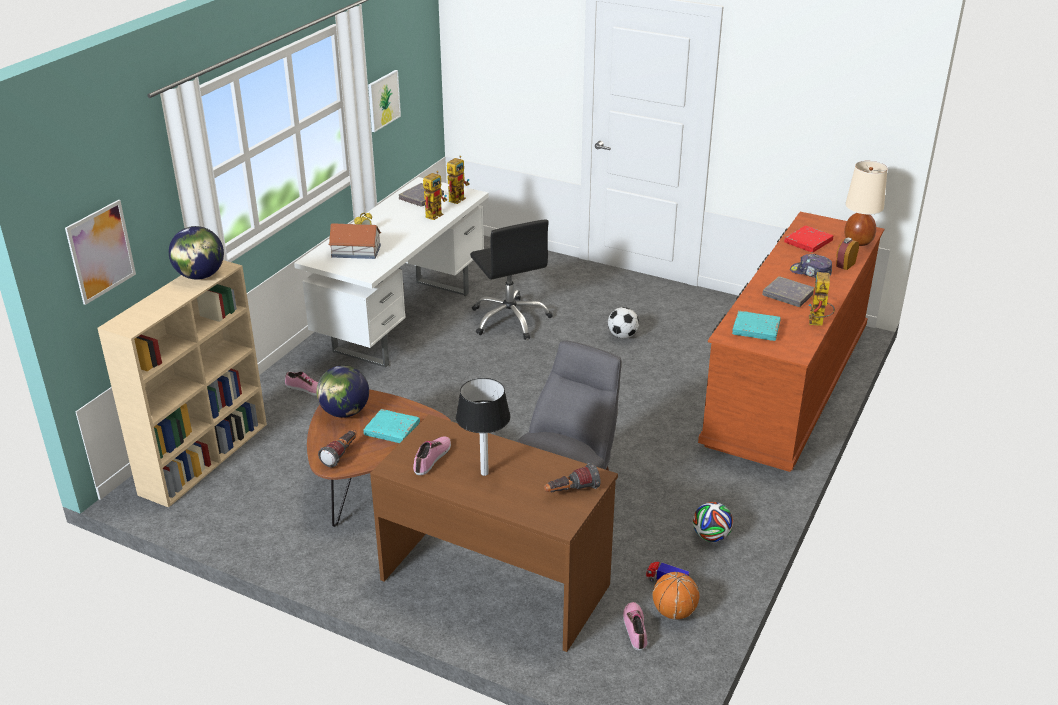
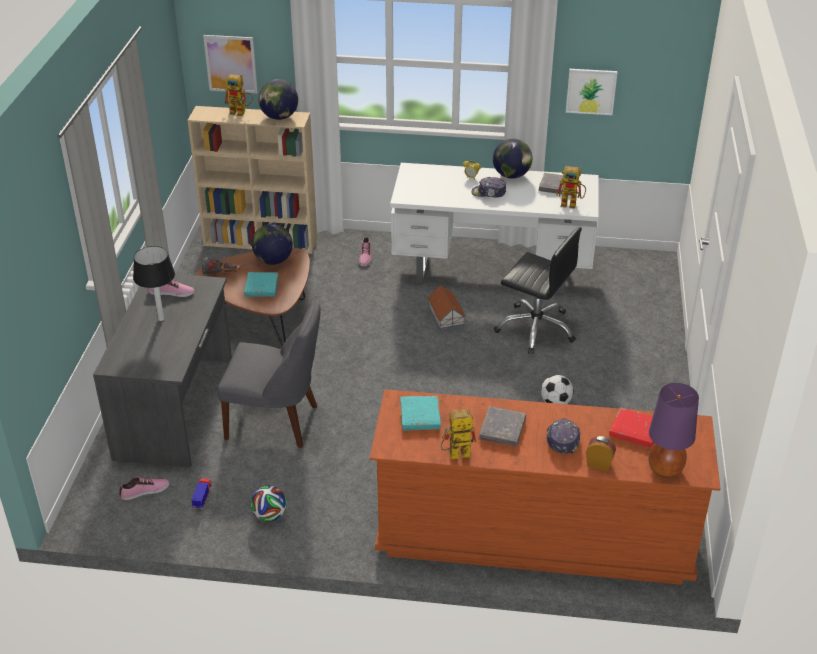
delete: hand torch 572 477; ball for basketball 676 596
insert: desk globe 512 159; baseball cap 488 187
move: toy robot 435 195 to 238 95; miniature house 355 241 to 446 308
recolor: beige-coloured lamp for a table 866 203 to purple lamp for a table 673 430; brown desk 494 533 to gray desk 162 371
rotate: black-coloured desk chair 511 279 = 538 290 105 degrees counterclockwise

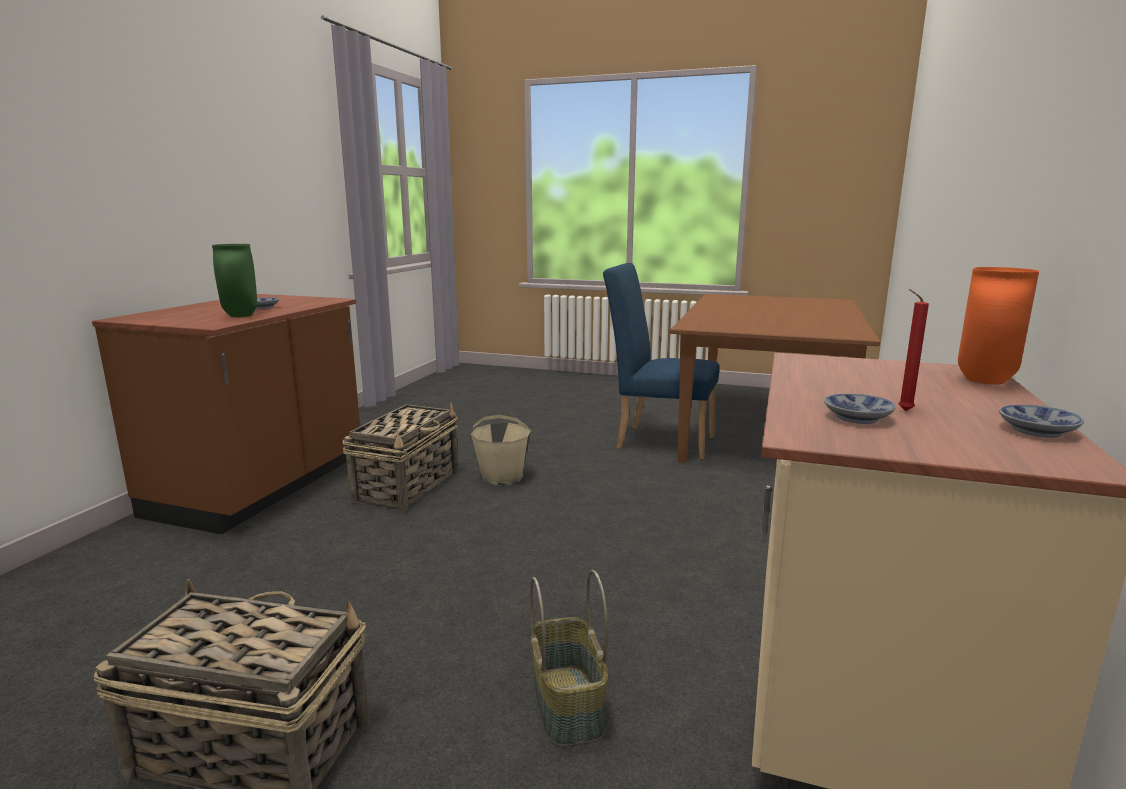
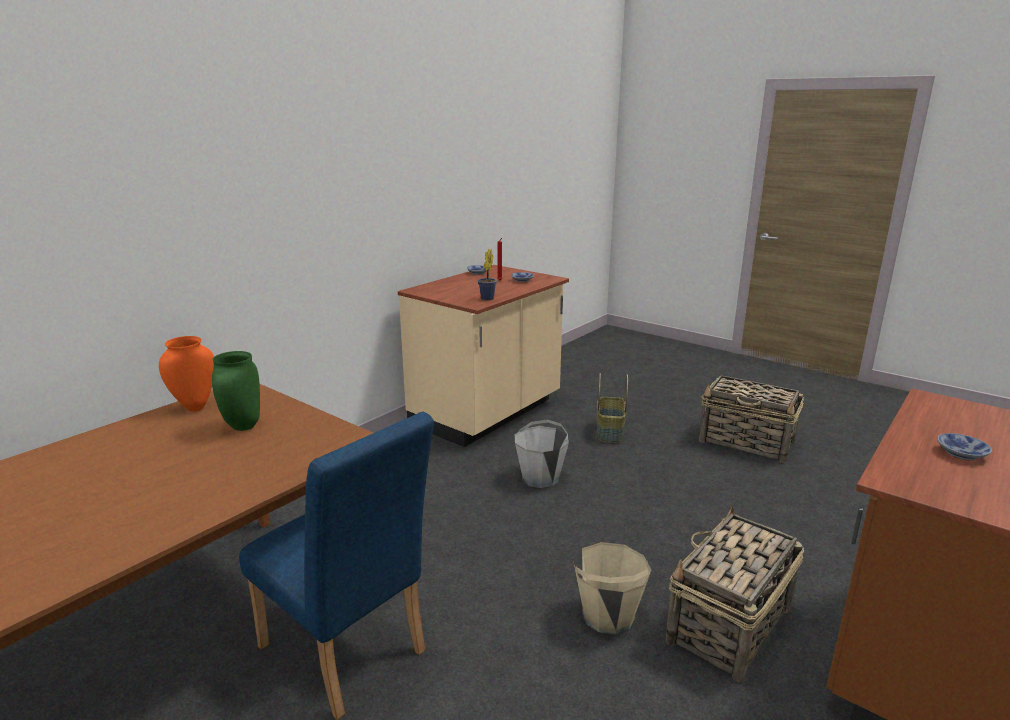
insert: potted plant 487 275; gray bucket 542 454
move: green flower vase 234 280 to 236 391; orangey flower vase 998 326 to 186 374

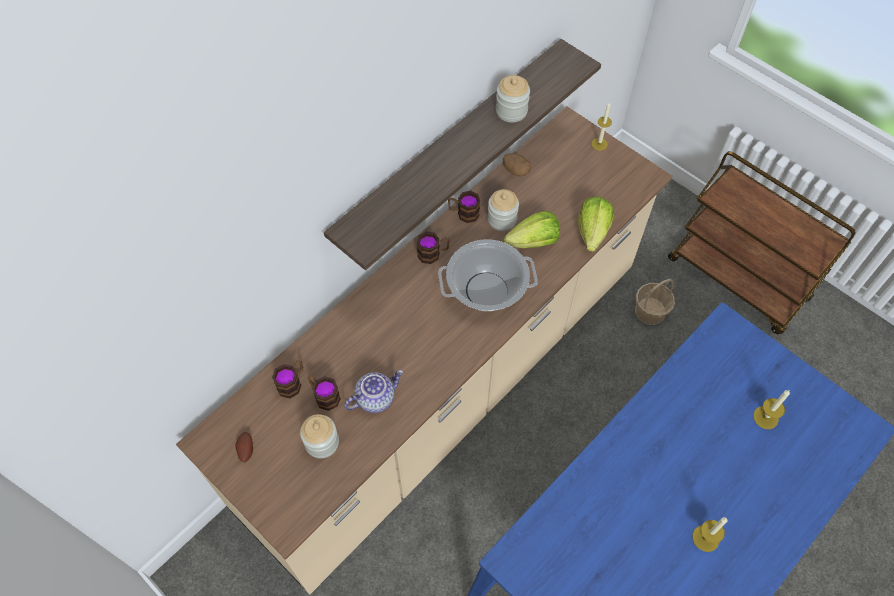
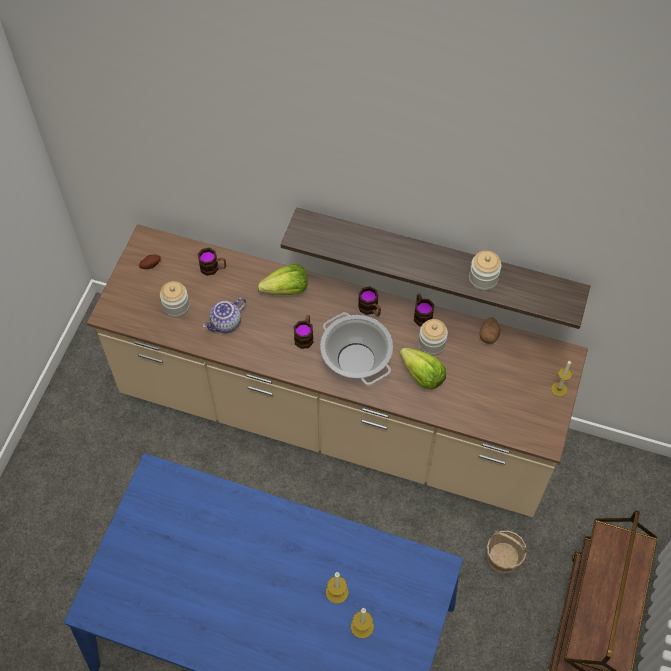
move: lettuce head 596 224 to 282 279; mug 324 393 to 304 332; candle 709 534 to 337 588
rotate: pot for tea 373 391 = 224 315 105 degrees clockwise

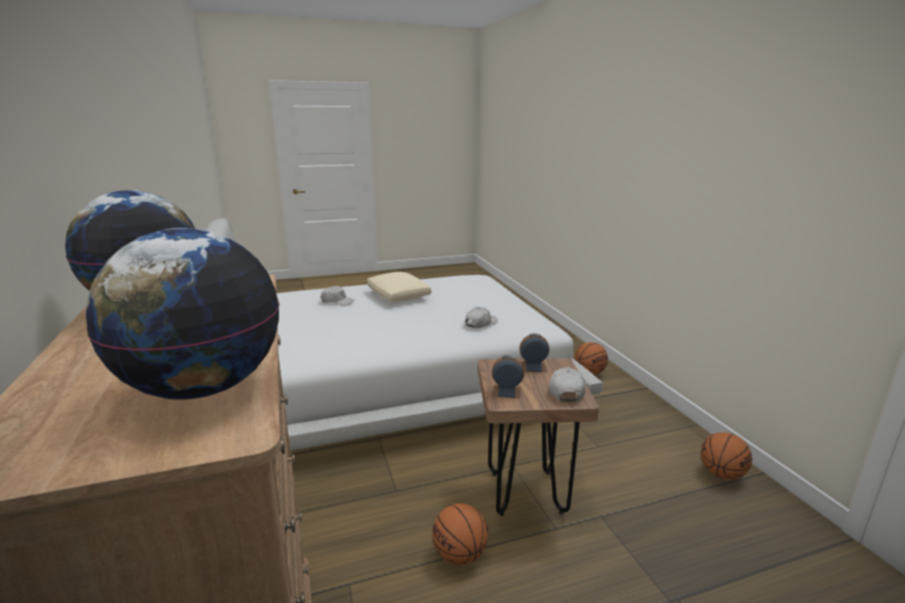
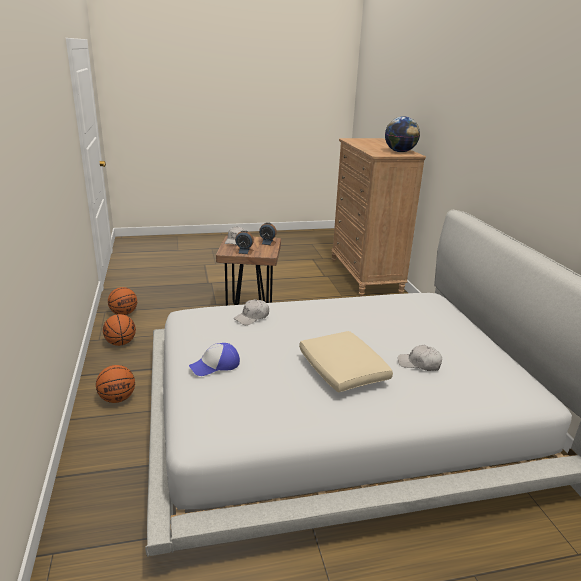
delete: desk globe 182 314
insert: baseball cap 214 359
move: ball for basketball 460 534 to 119 330

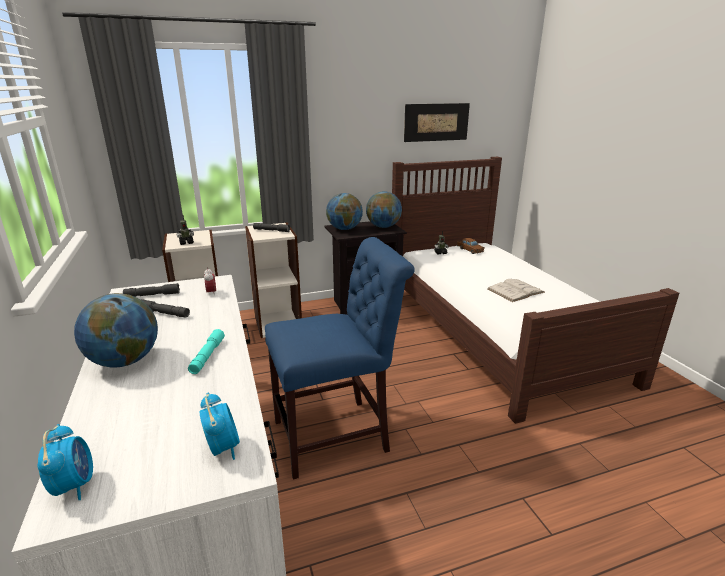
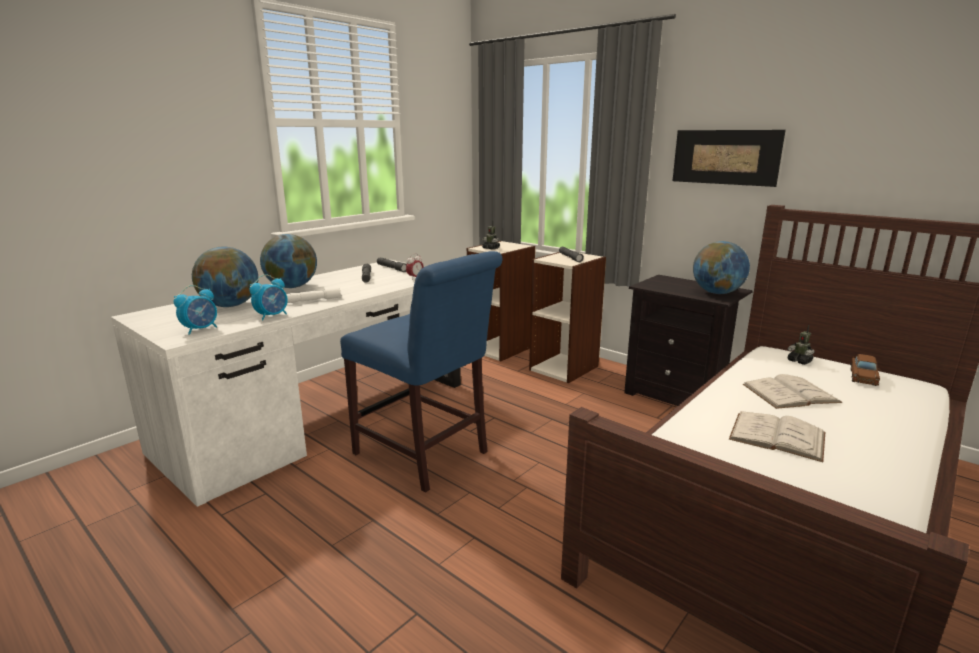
insert: white-coloured volume 792 391
move: wall picture 437 122 to 729 158; desk globe 344 211 to 225 276; bedside clock 65 462 to 268 297
recolor: blue-green hand torch 206 351 to white-coloured hand torch 313 295

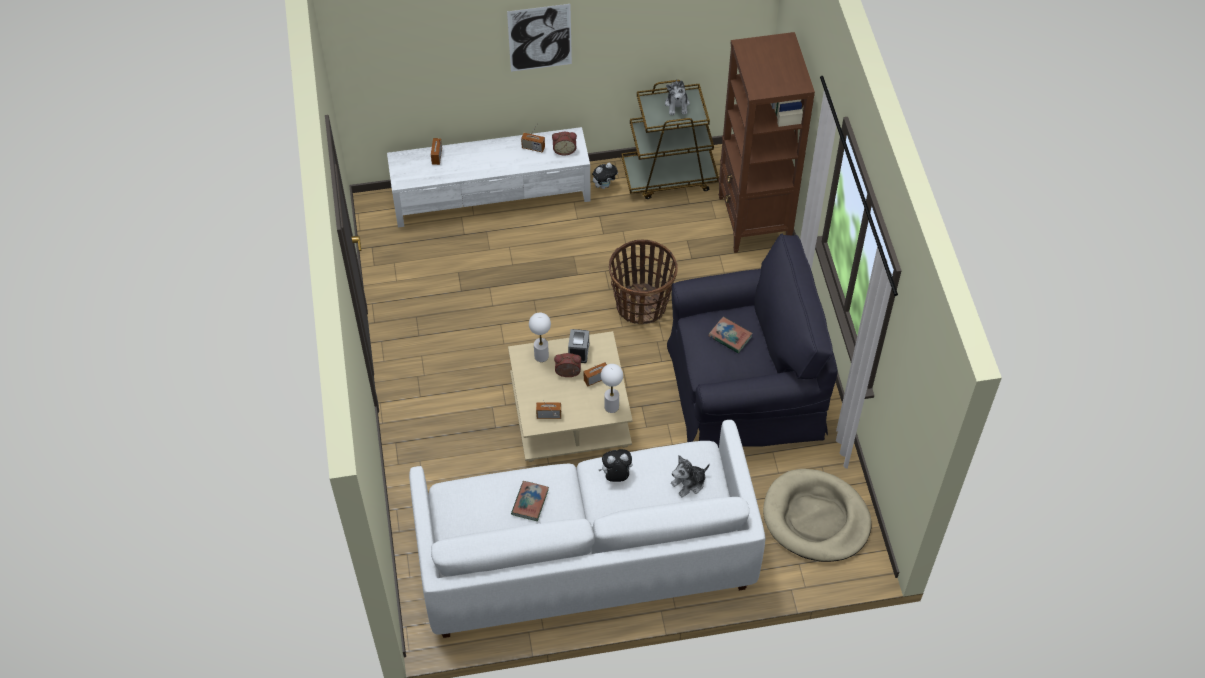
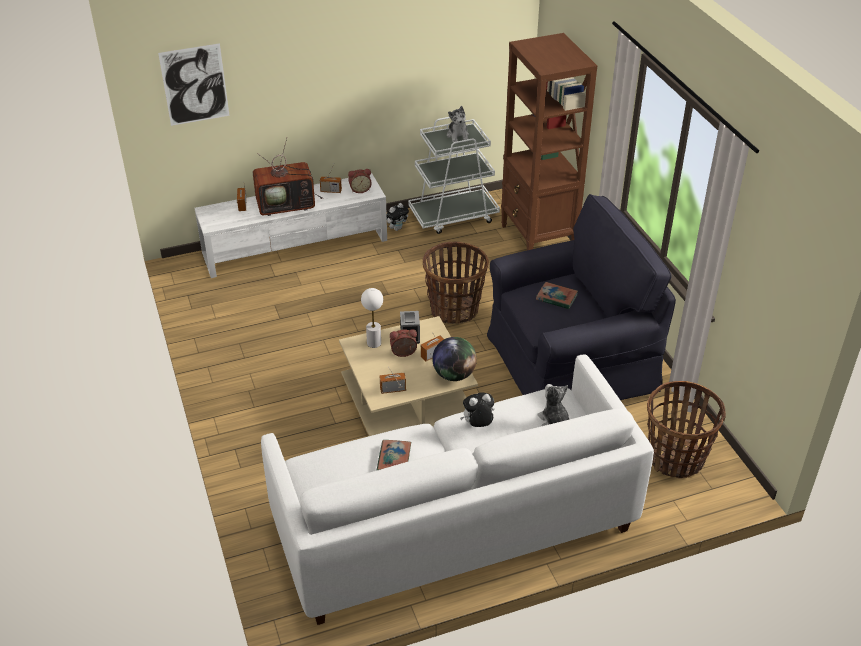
insert: television 288 177
move: wall picture 539 38 to 194 84
replace: white-coloured lamp for a table 612 388 to desk globe 454 359; beige-coloured pet bed 817 515 to basket 686 429
recolor: brown cart 670 139 to white-coloured cart 454 175
rotate: cuddly toy 690 476 = 553 405 105 degrees clockwise

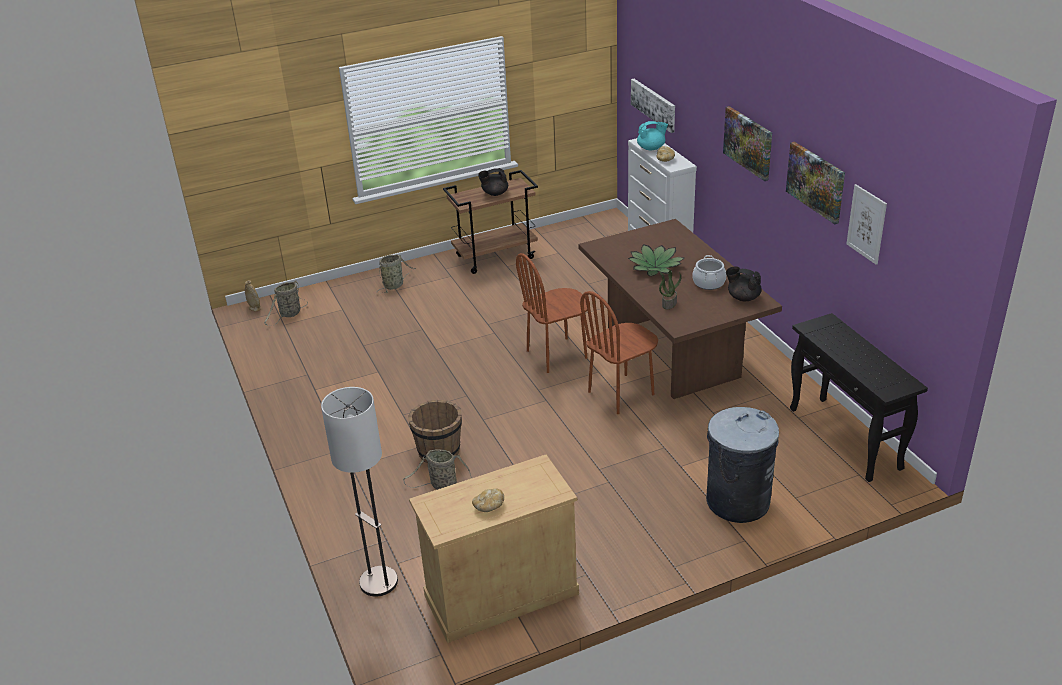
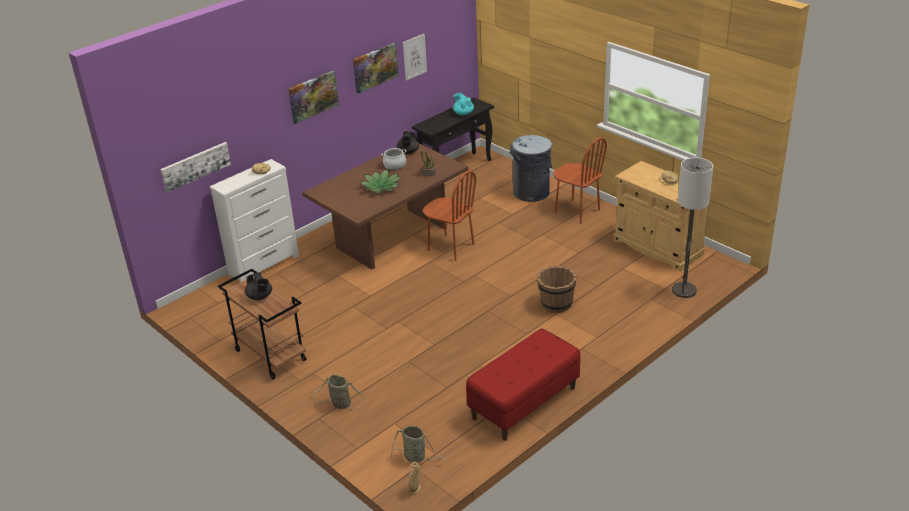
delete: basket 437 469
insert: red bench 523 385
move: blue-green pot for tea 652 135 to 463 104; brown plain chair 553 313 to 580 180

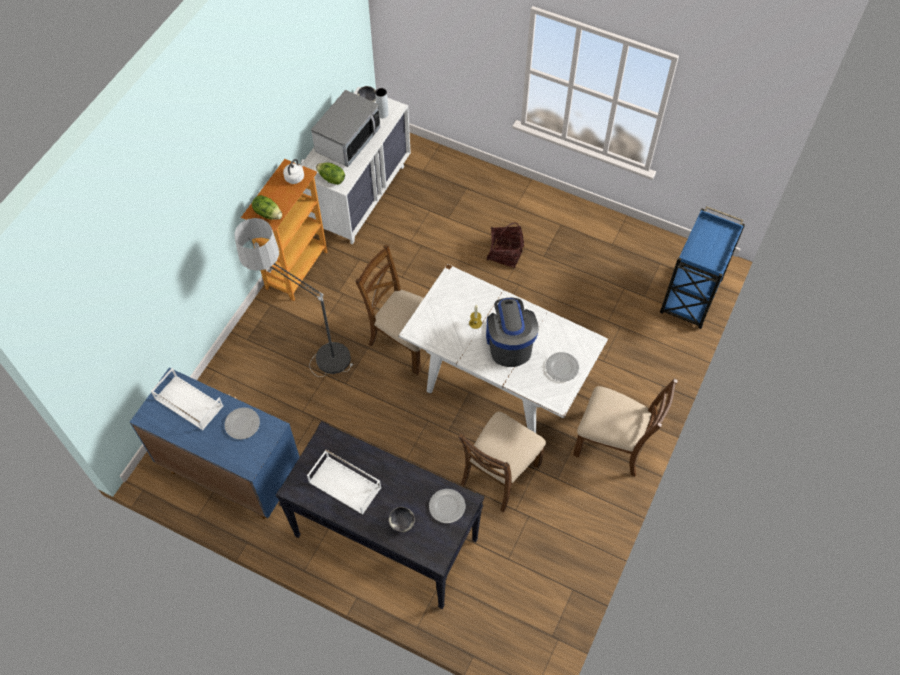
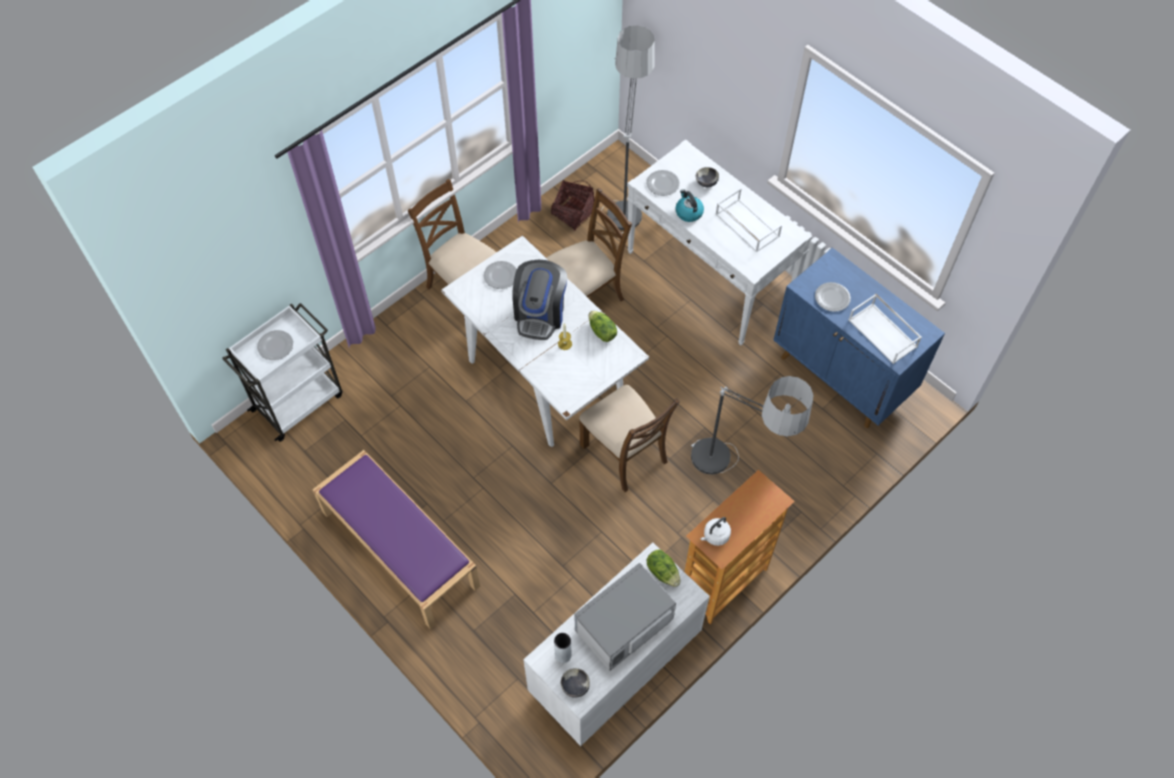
insert: floor lamp 628 129; water kettle 689 205; flat dish 275 345; purple bench 396 539
move: lettuce head 267 207 to 603 326; basket 505 245 to 573 205
recolor: blue-coloured cart 702 267 to white-coloured cart 282 372; black-coloured hall table 380 515 to white-coloured hall table 719 242

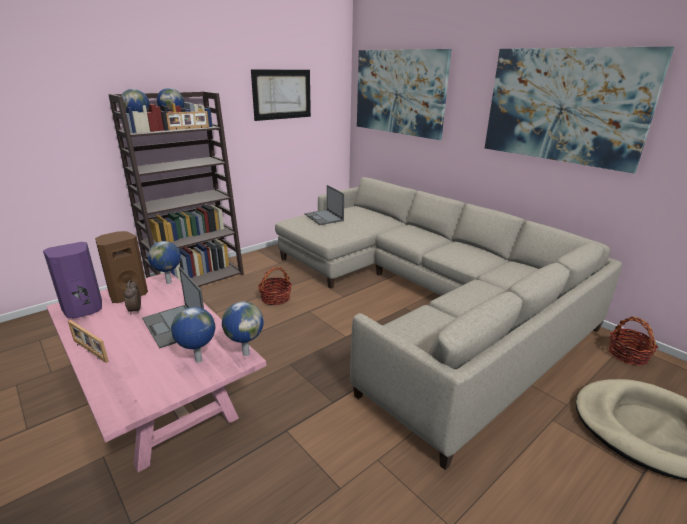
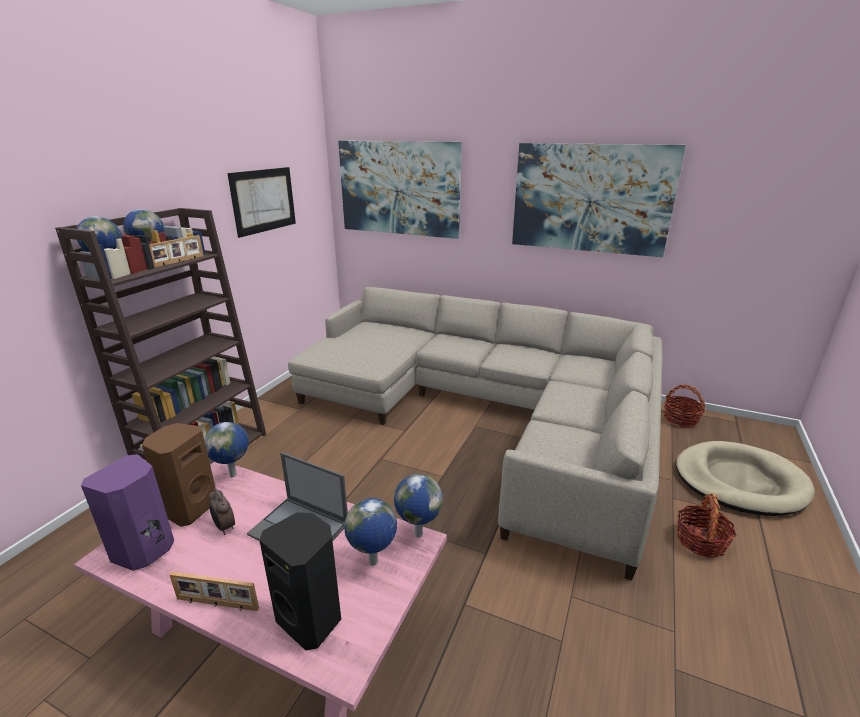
delete: laptop 324 205
insert: black-coloured audio speaker 300 581
move: basket 275 286 to 706 525

